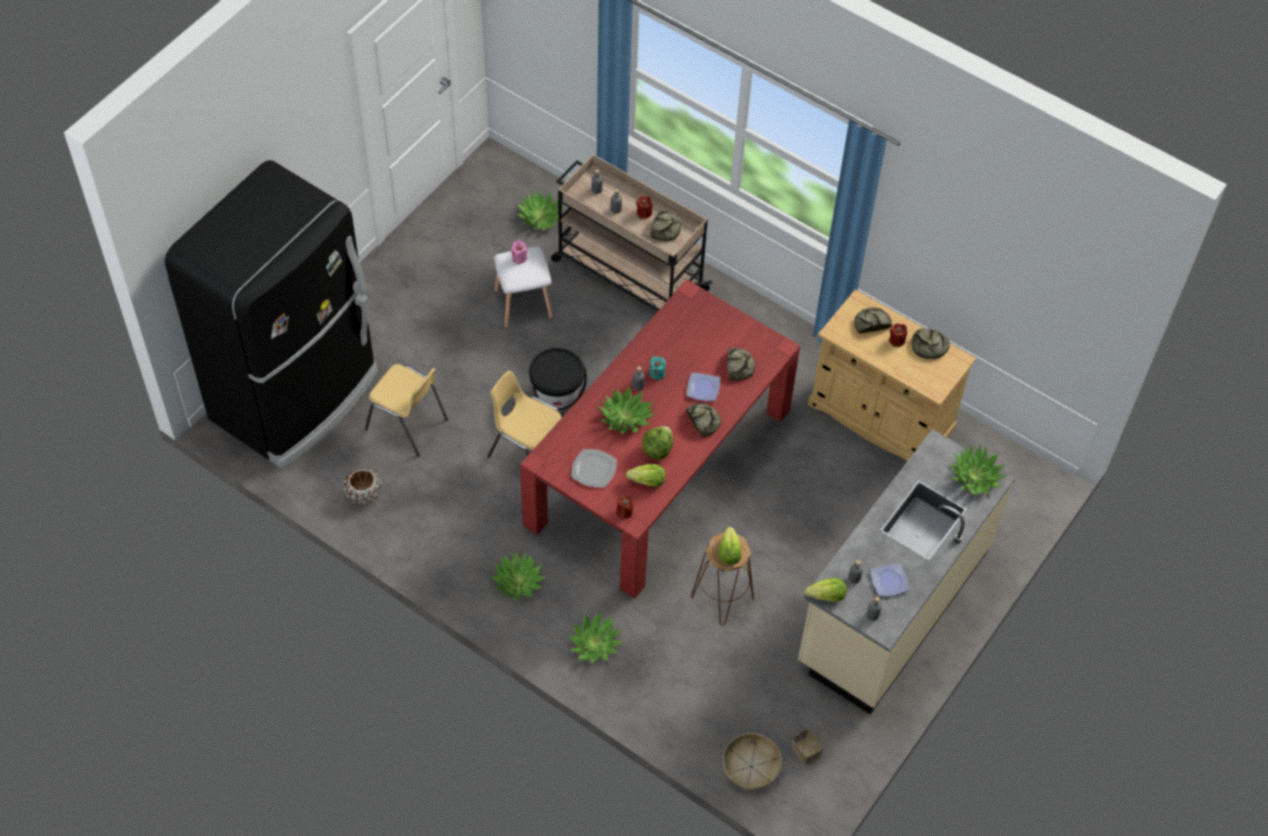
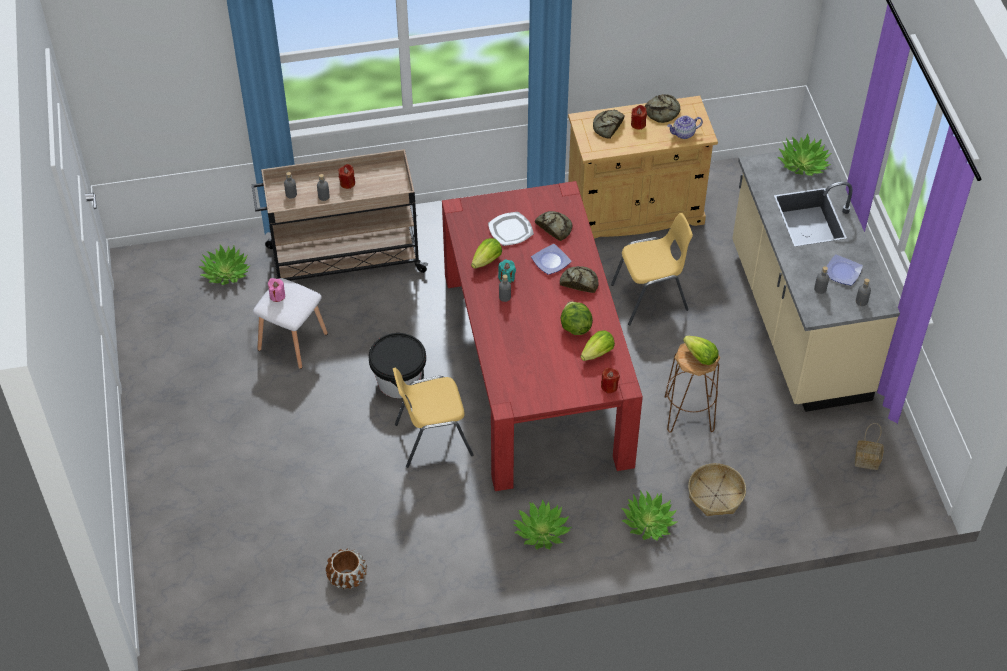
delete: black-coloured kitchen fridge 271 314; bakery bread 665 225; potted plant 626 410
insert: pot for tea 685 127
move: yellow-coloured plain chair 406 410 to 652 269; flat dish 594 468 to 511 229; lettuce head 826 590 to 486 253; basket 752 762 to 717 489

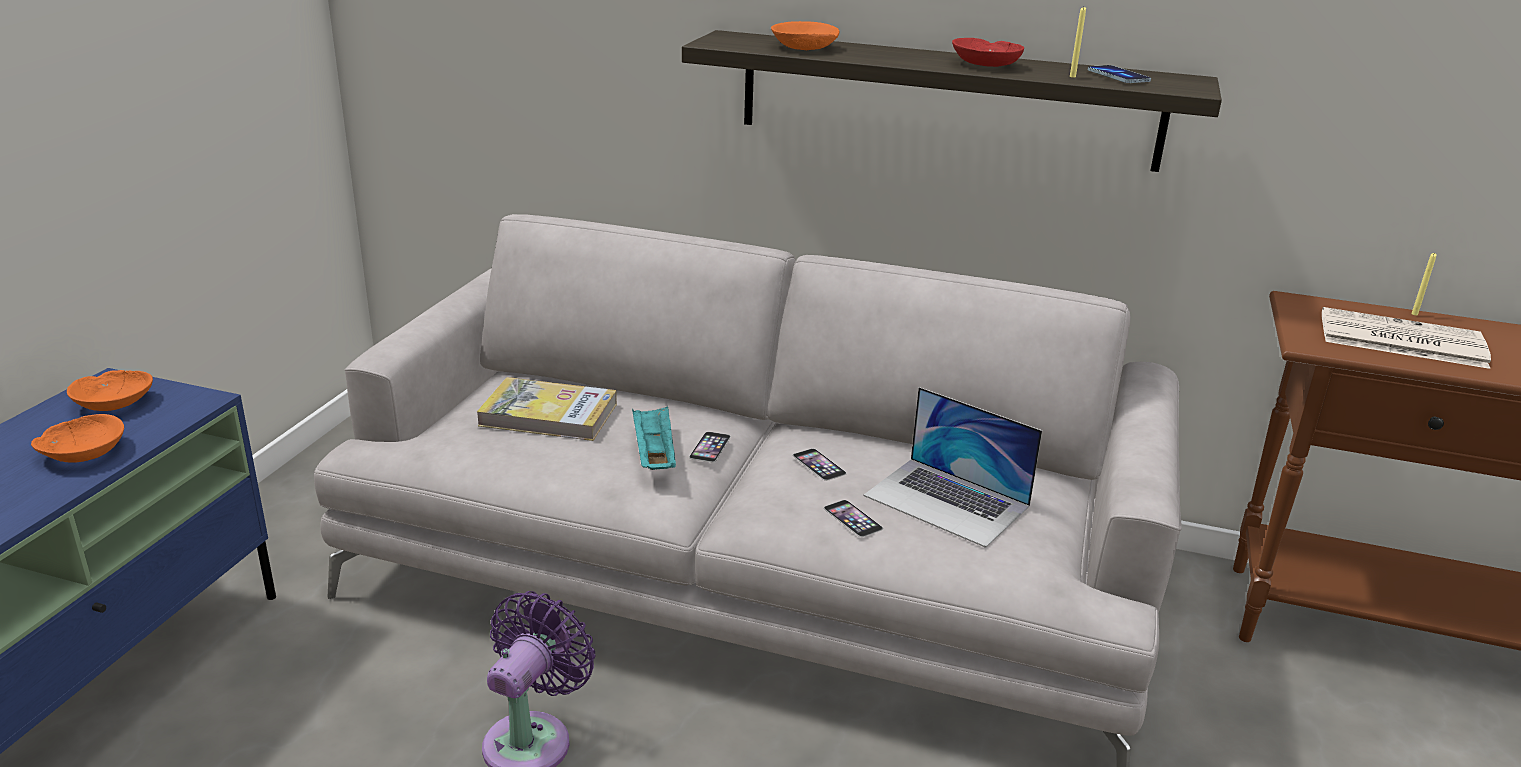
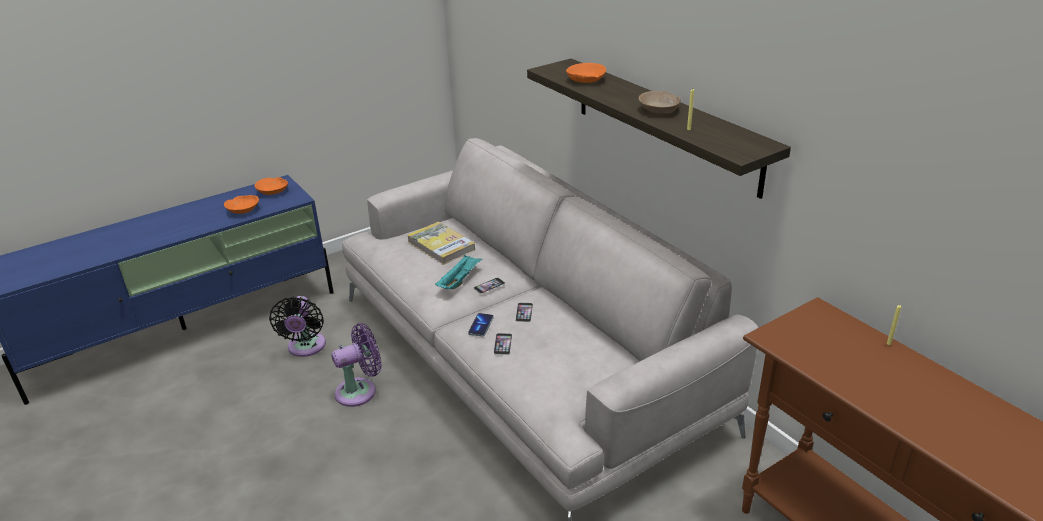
delete: newspaper 1406 338; laptop 953 467
insert: black-coloured fan 297 326
move: telephone 1119 74 to 481 325
recolor: red serving bowl 988 52 to beige-coloured serving bowl 659 102

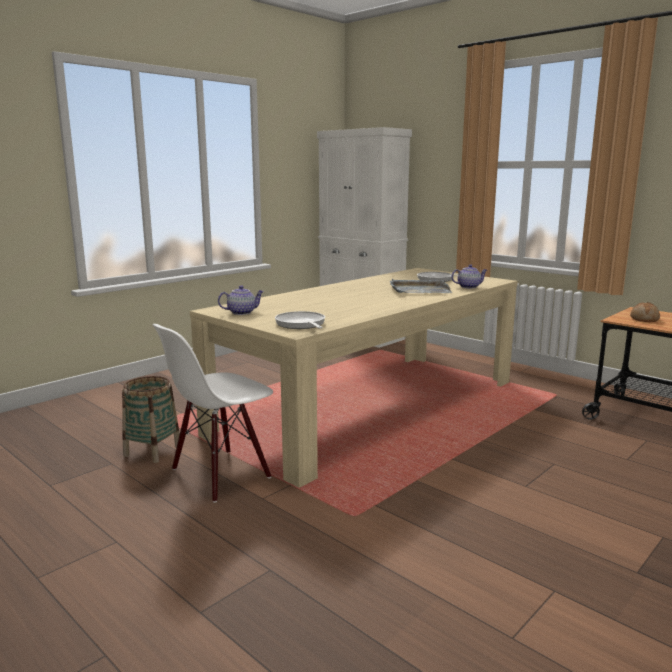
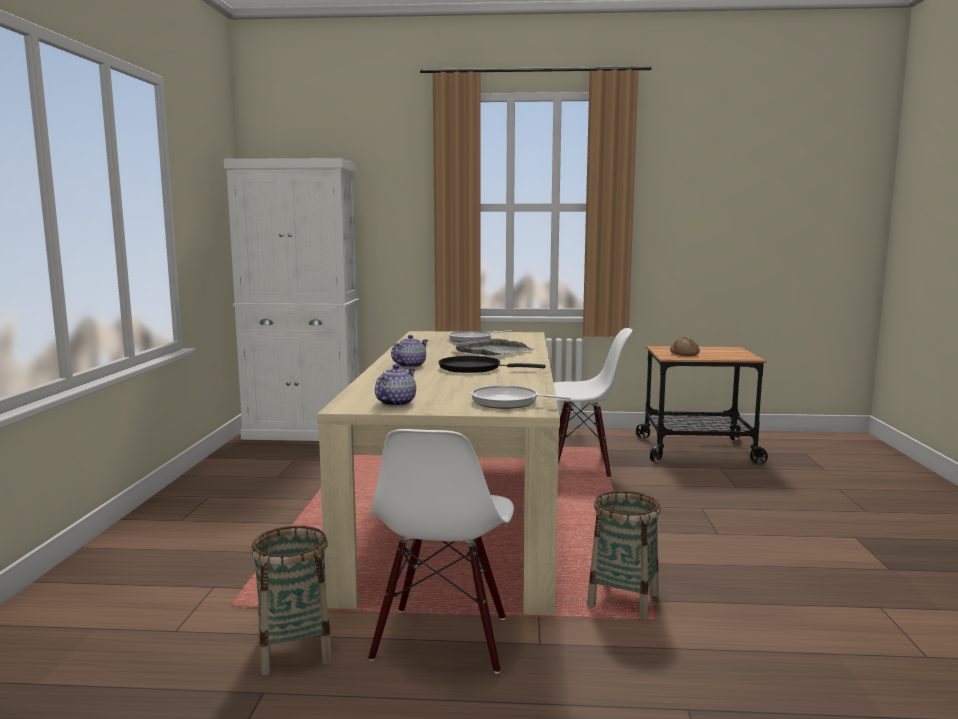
insert: white-coloured plain chair 593 403; black-coloured frying pan 492 364; basket 624 555
move: pot for tea 469 276 to 409 351

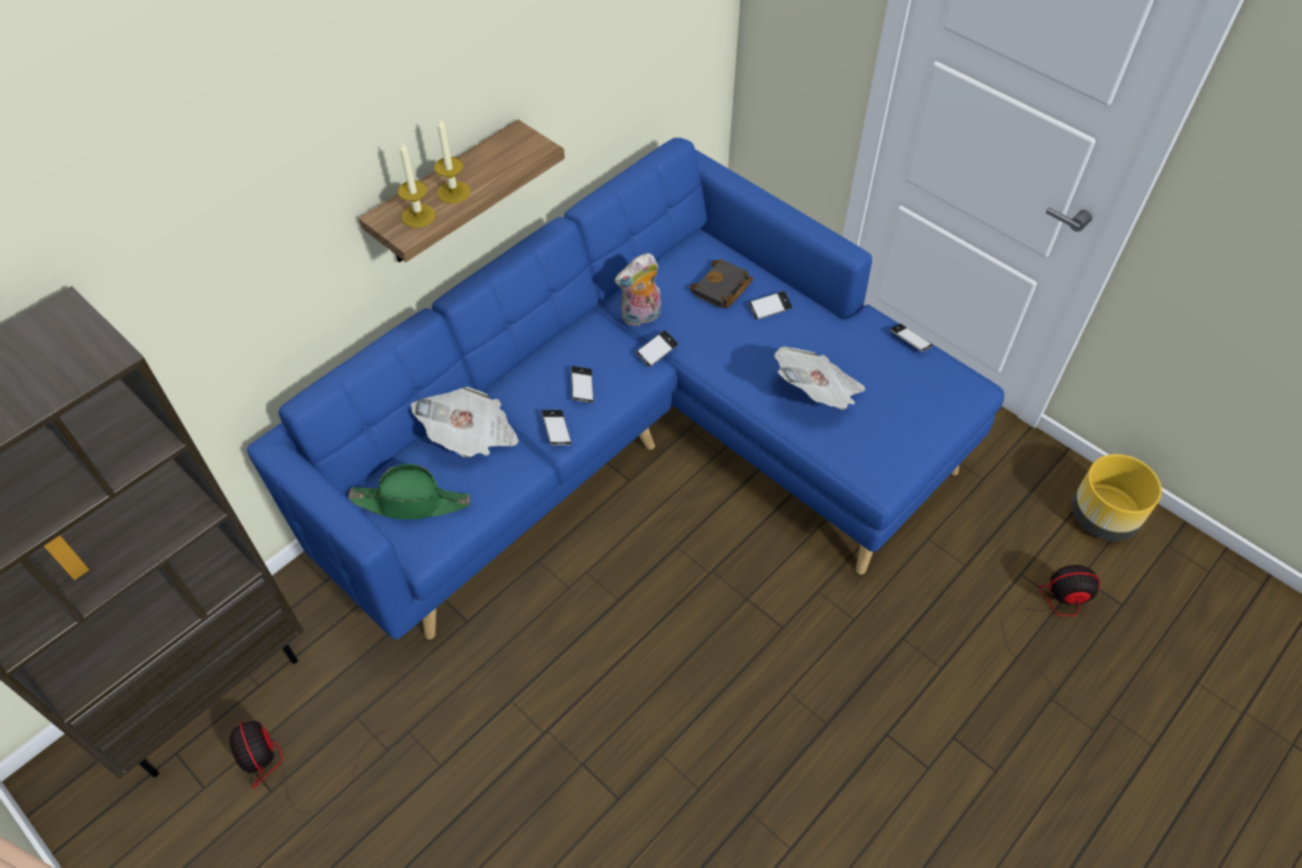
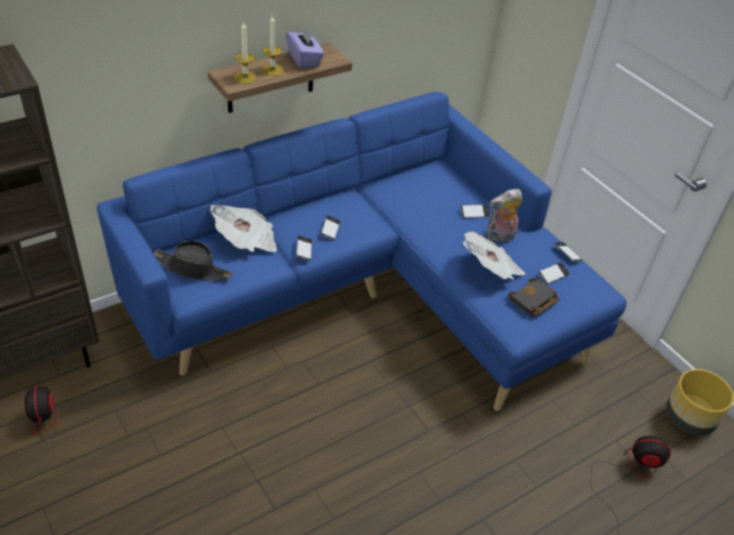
insert: purple tissue holder 305 48
move: cuddly toy 638 289 to 504 215; black-coloured volume 721 283 to 534 297; telephone 657 348 to 553 273
recolor: green clothing hat 409 491 to black-coloured clothing hat 193 261

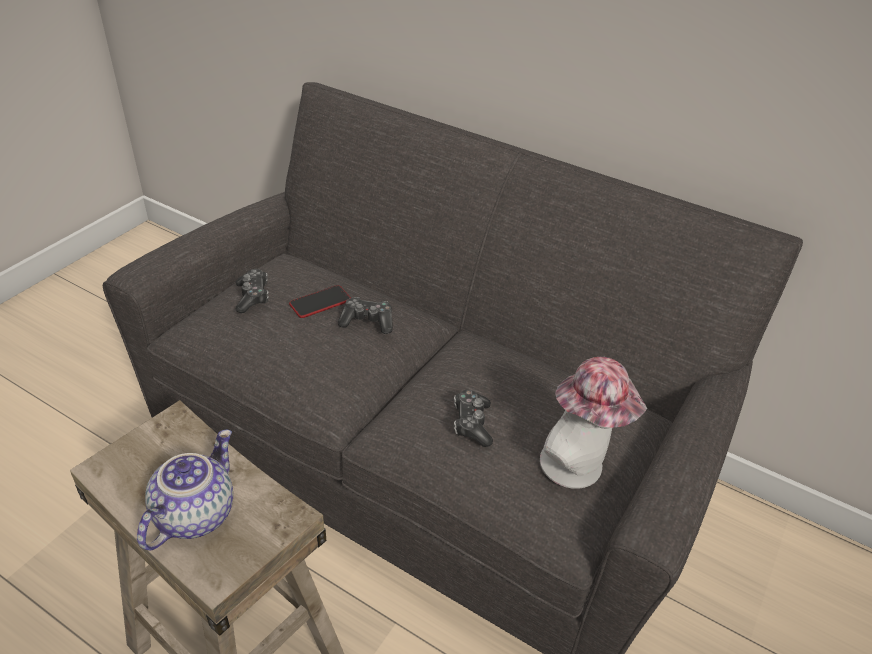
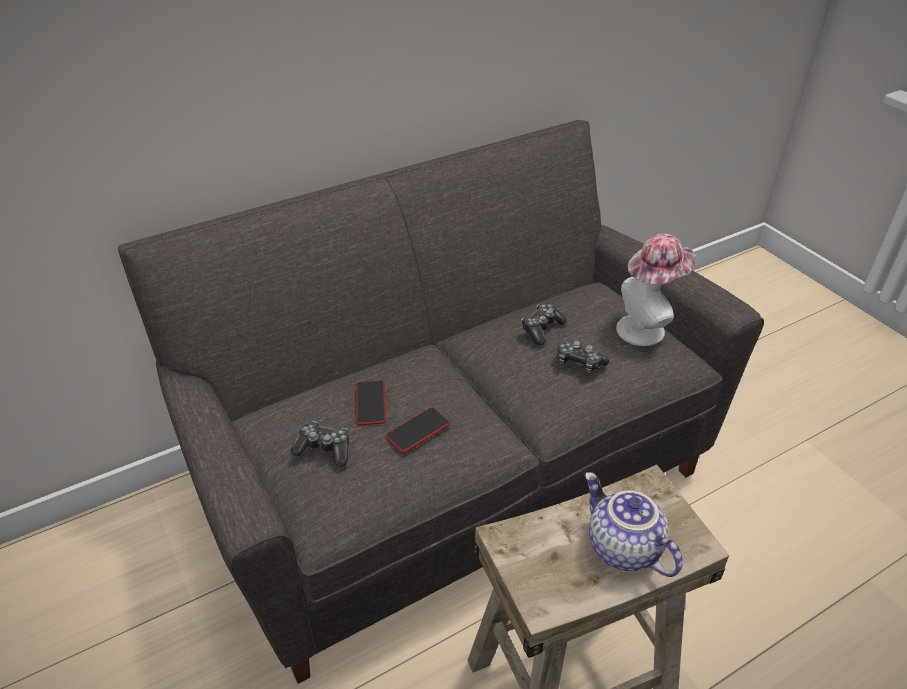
insert: telephone 418 430
move: gamepad 365 315 to 544 324

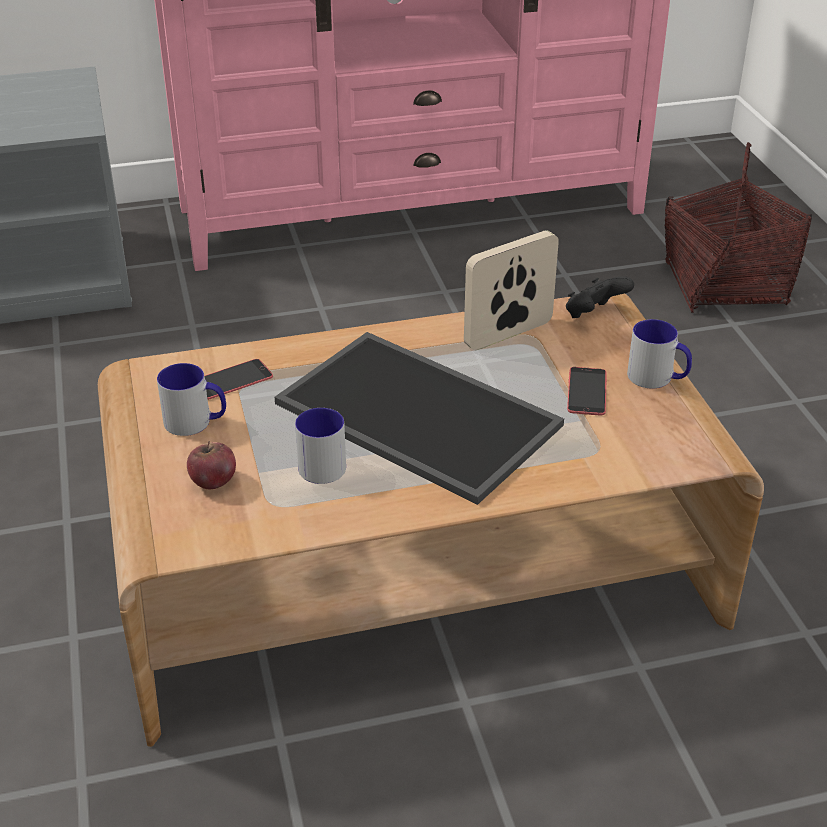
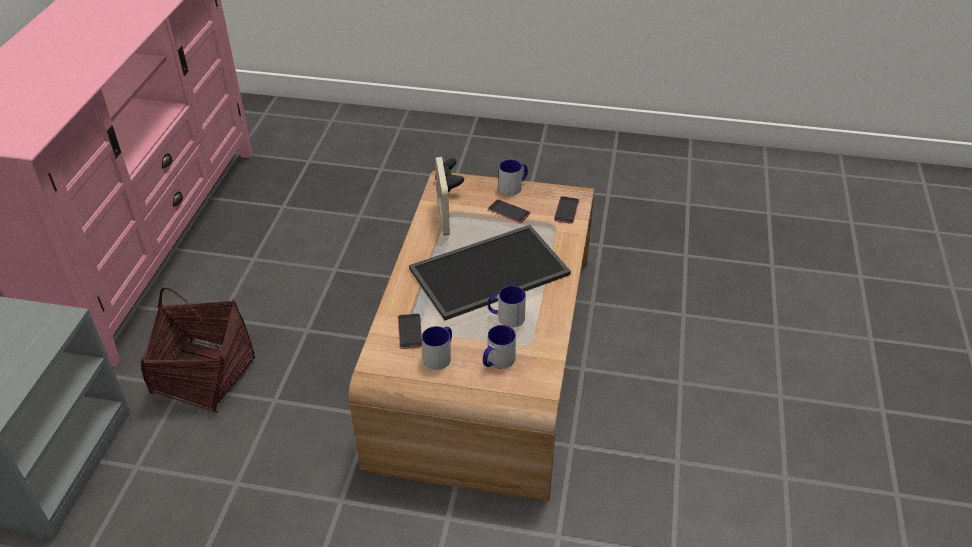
insert: telephone 566 210
move: basket 738 227 to 197 350
replace: whole apple 211 465 to mug 499 347

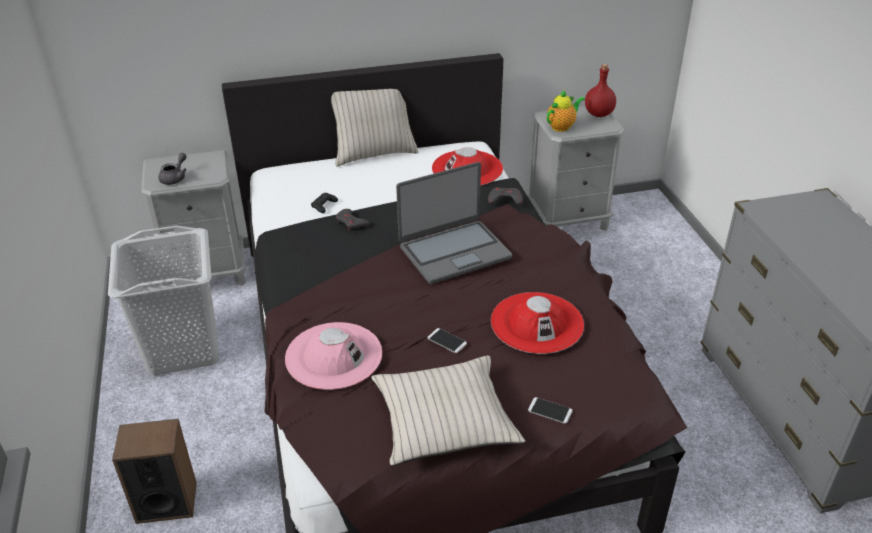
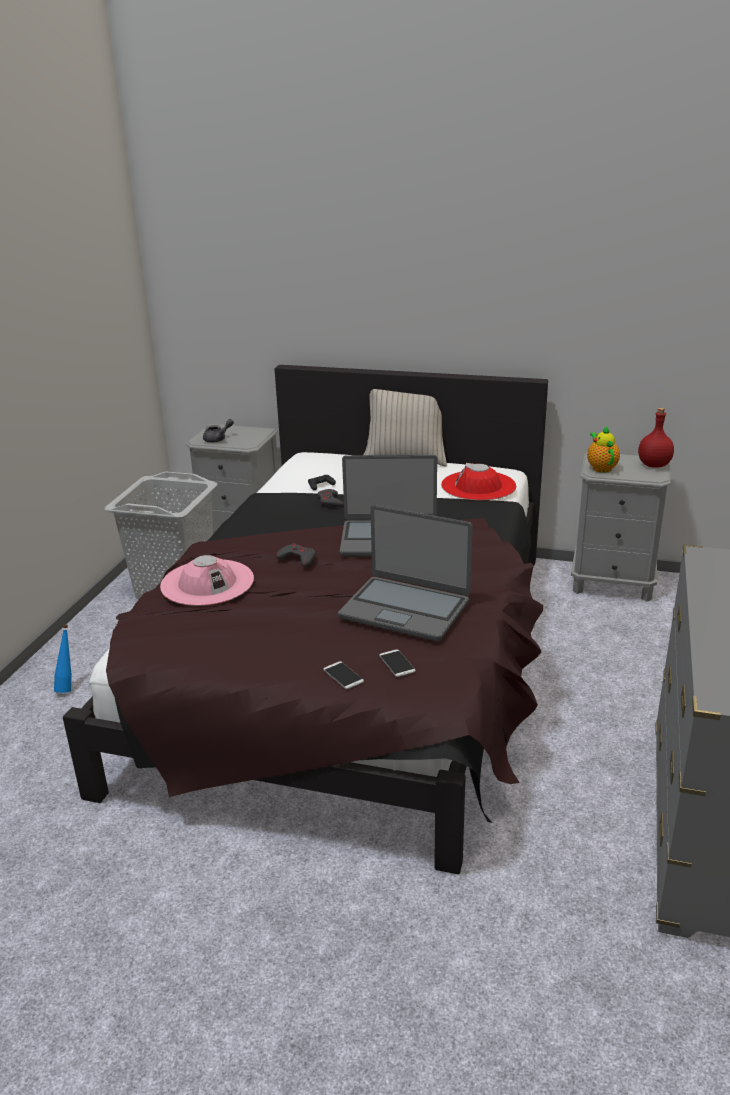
delete: beige-coloured pillow 448 411
move: gray gamepad 505 196 to 296 555; telephone 447 340 to 397 663
replace: red clothing hat 537 323 to laptop 405 573; audio speaker 154 471 to blue-coloured drink bottle 63 659
rotate: pot for tea 566 111 = 603 449 90 degrees counterclockwise

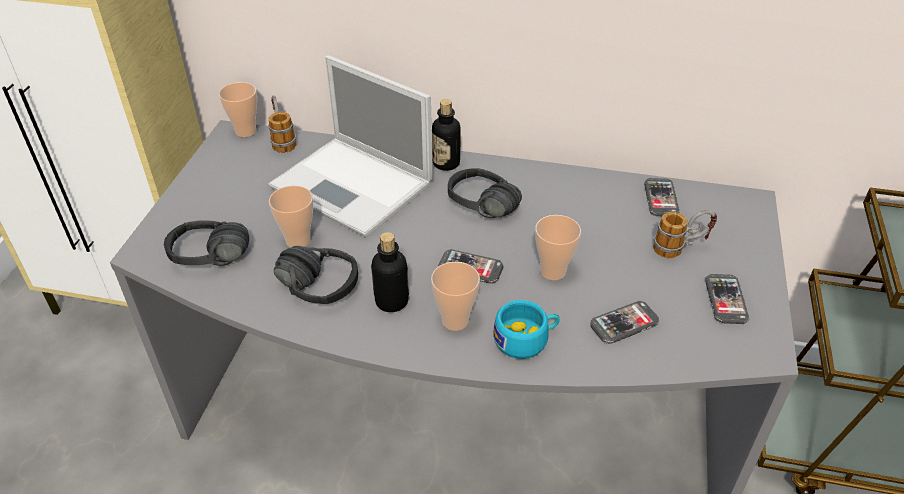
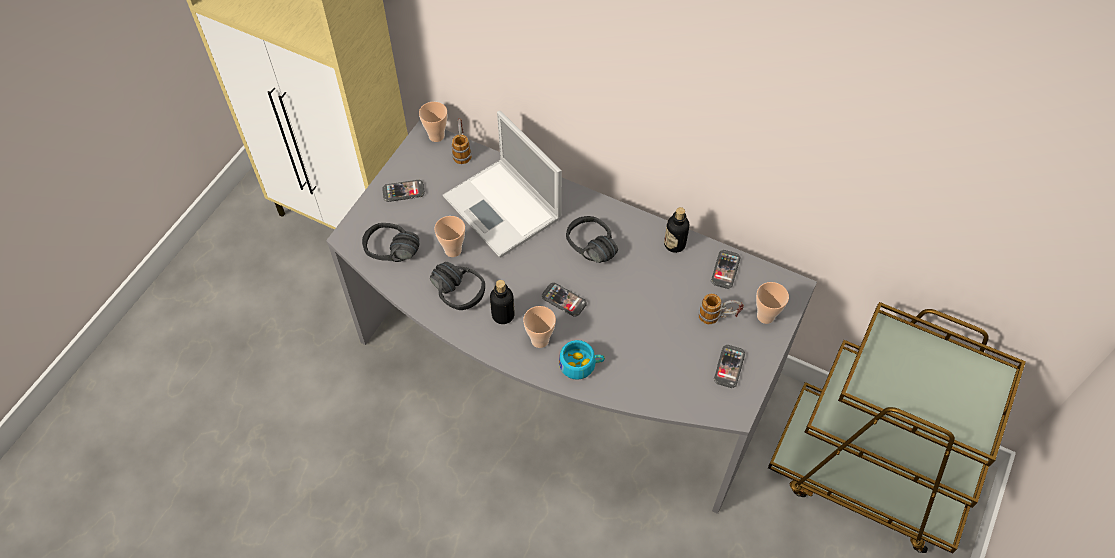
move: drink bottle 446 135 to 676 230; small cup 558 247 to 772 303; telephone 624 322 to 403 191

